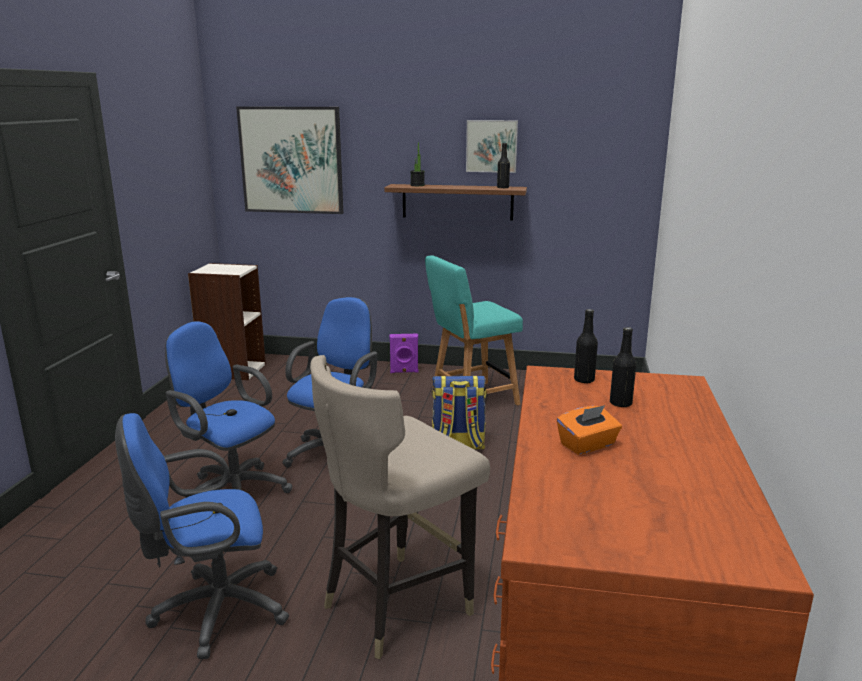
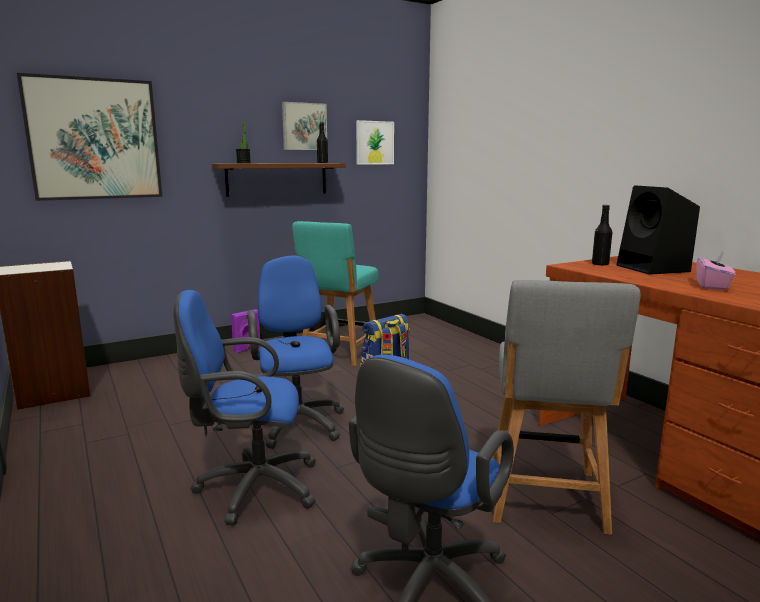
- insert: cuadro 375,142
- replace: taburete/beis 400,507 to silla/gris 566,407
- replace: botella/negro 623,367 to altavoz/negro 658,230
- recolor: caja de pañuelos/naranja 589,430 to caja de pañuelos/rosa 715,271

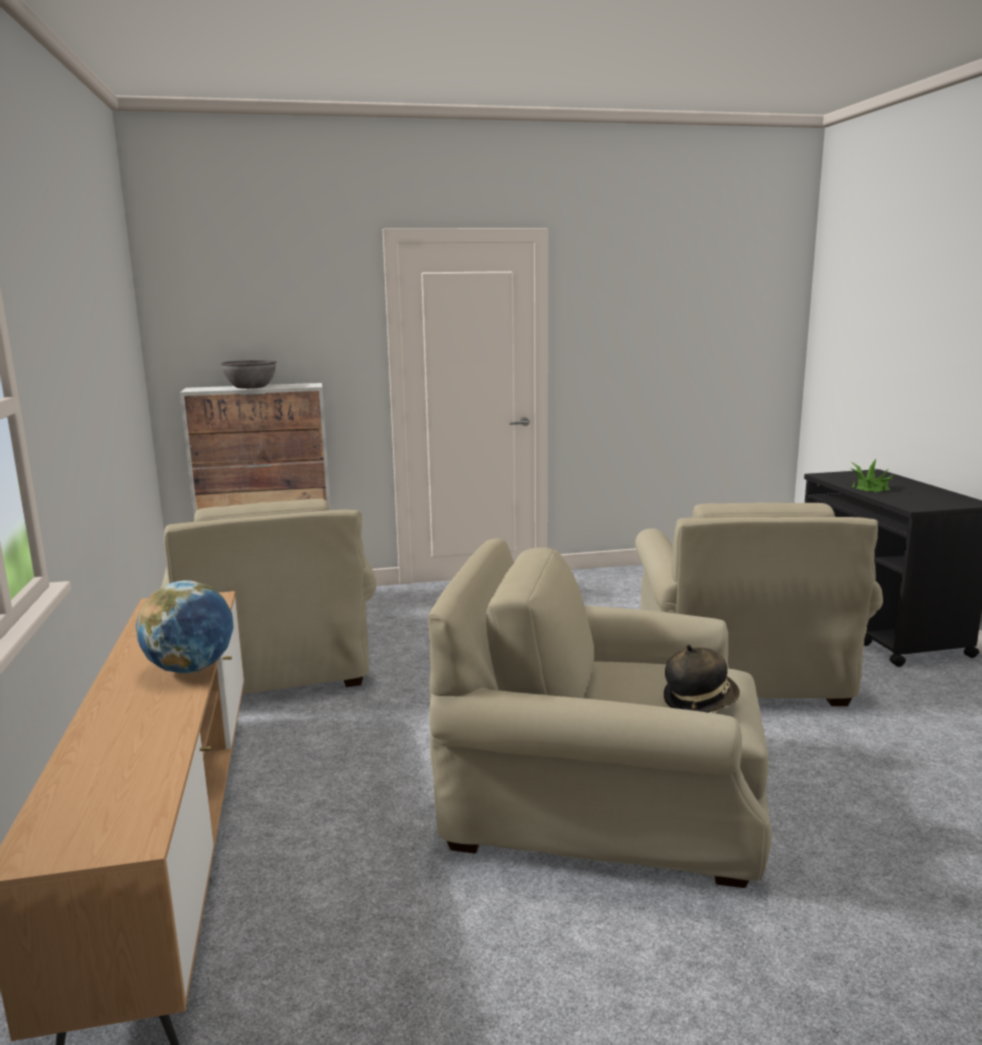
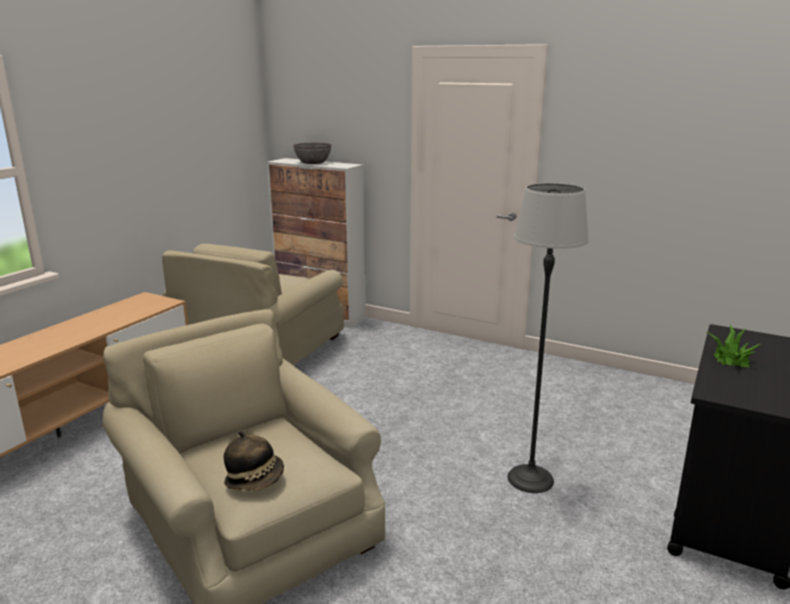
- delete: globo terráqueo 185,626
- replace: sillón/beis 759,604 to lámpara de pie 548,338

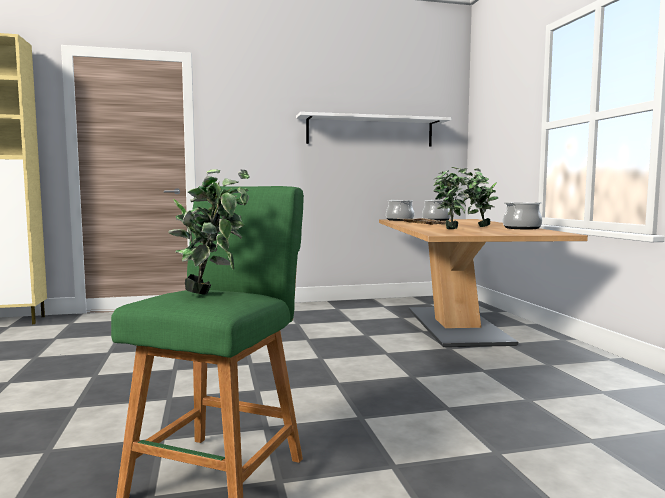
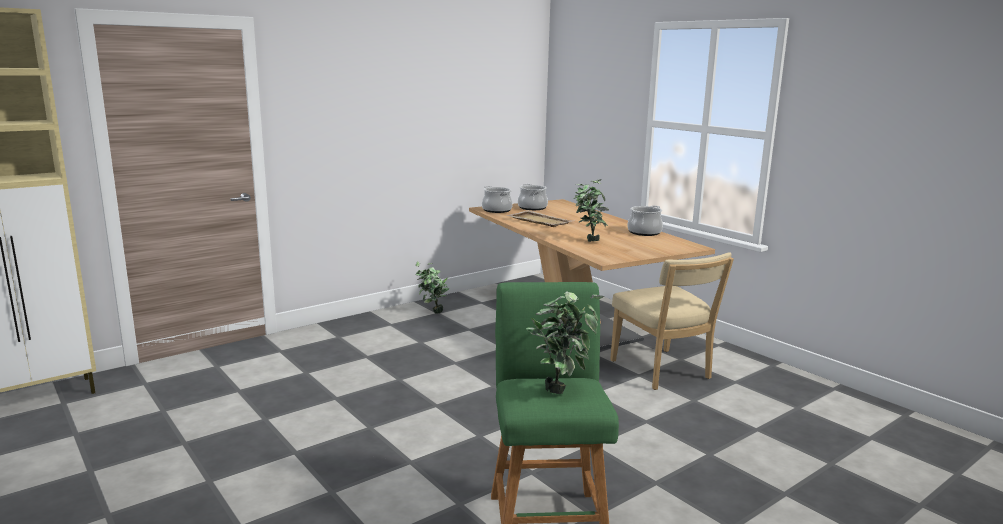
- delete: estante/blanco 373,129
- insert: silla/beis 672,321
- move: planta en maceta 479,197 to 432,287

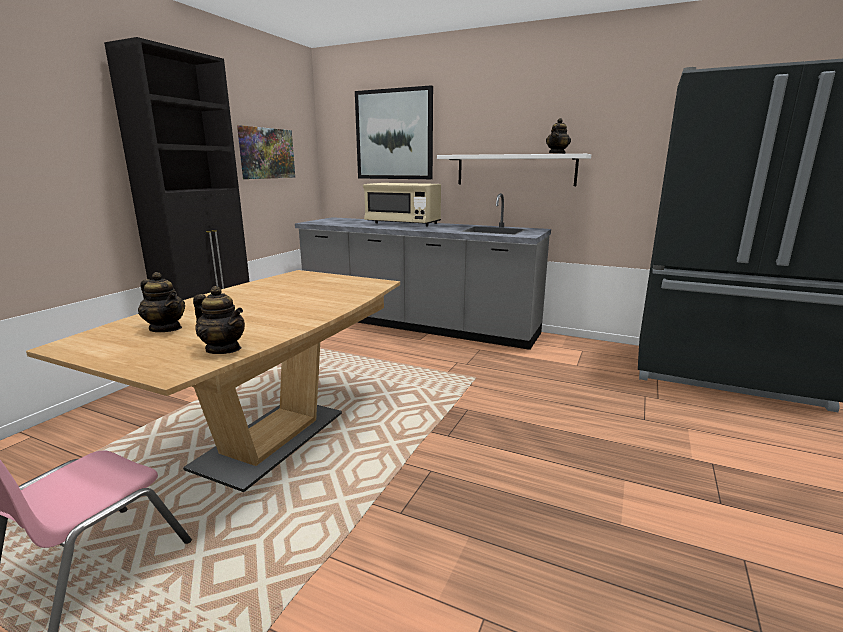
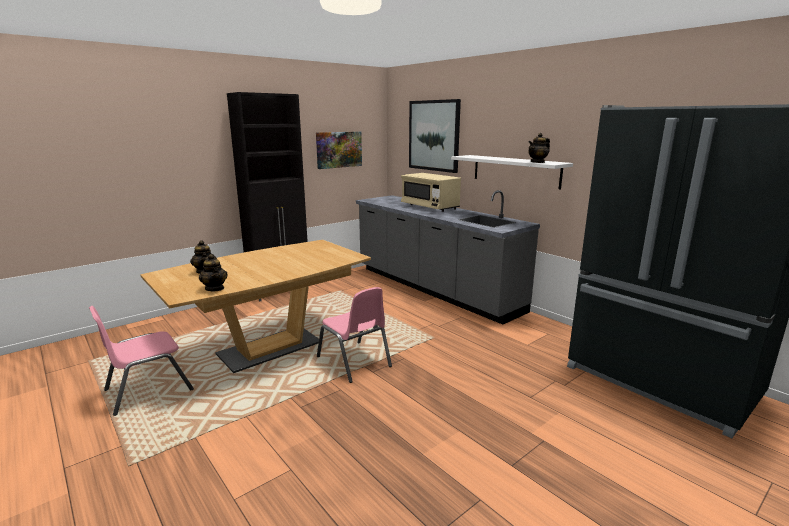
- insert: silla/rosa 354,335

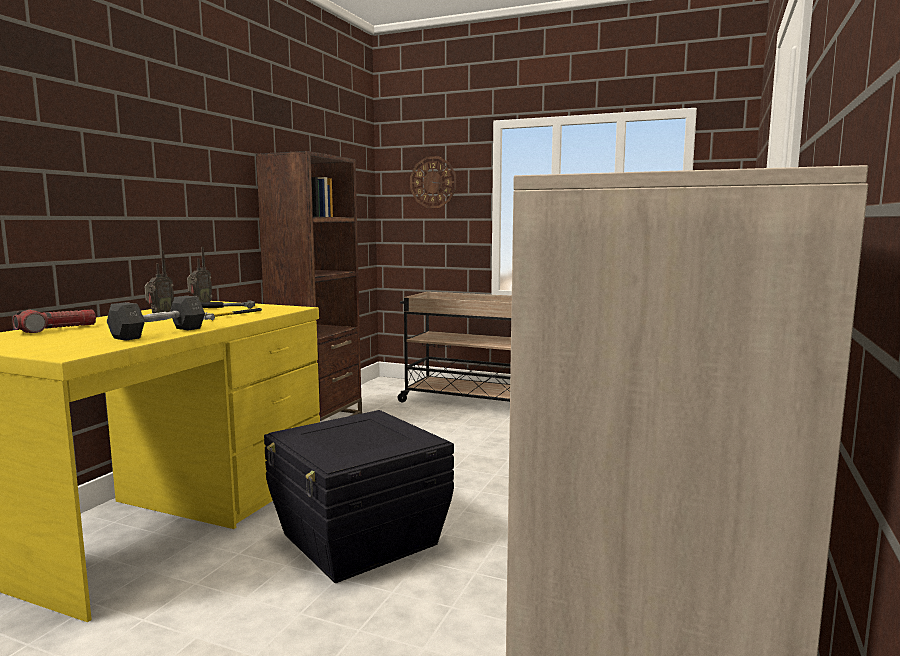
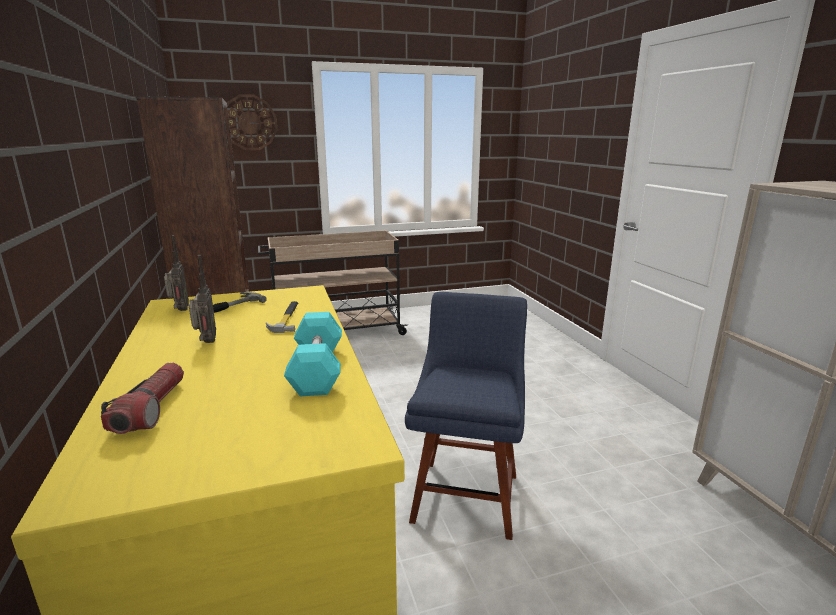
- replace: caja de almacenaje/negro 359,496 to silla/azul 466,416
- recolor: mancuerna/gris 156,318 to mancuerna/turquesa 313,354

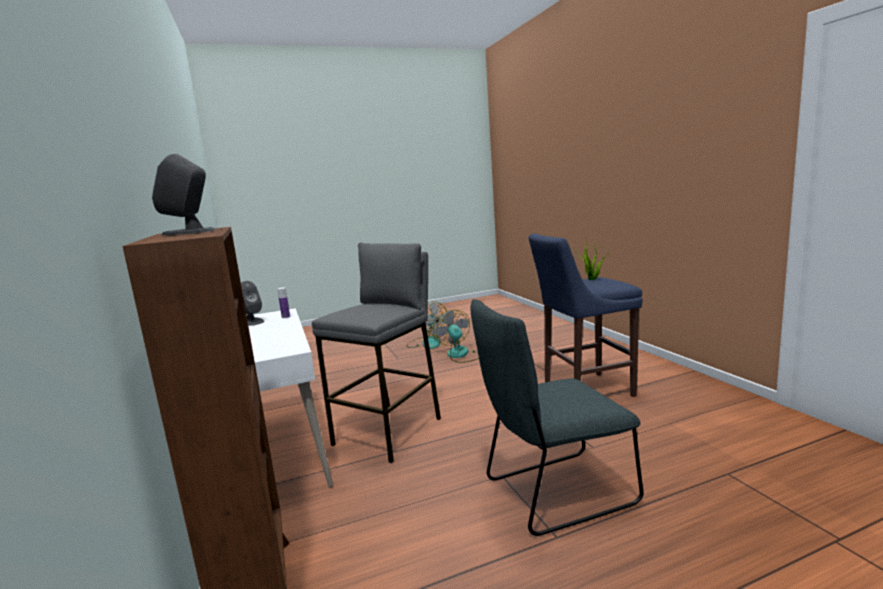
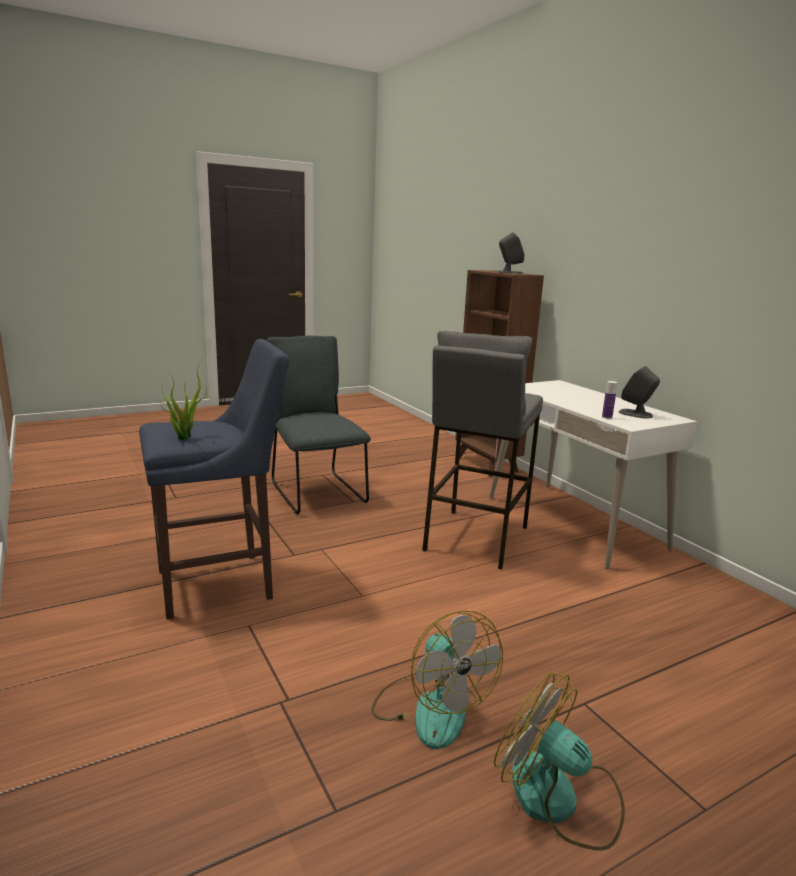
- rotate: silla/gris 556,417 = 319,425 90 degrees counterclockwise

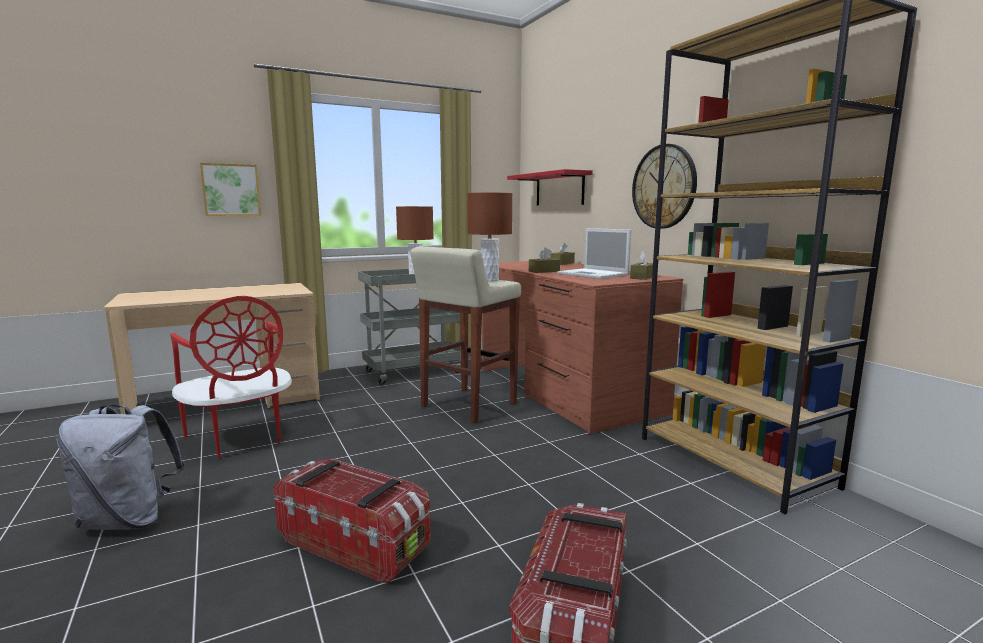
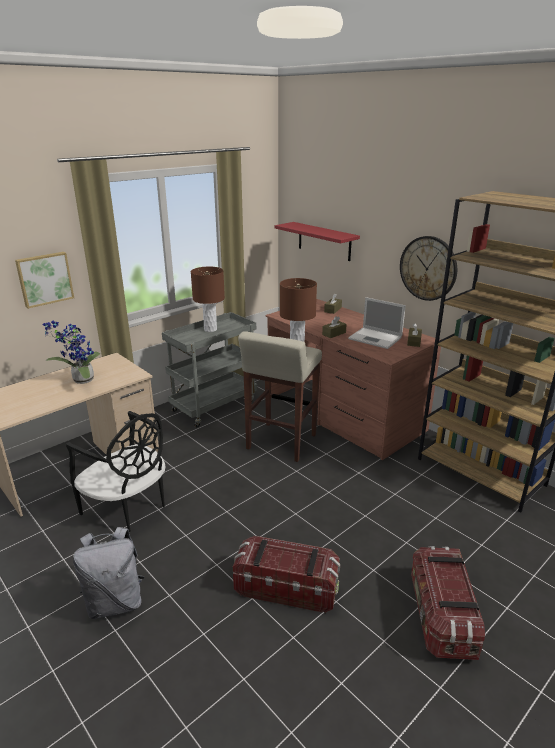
- insert: planta en maceta 71,352
- recolor: silla/rojo 231,377 to silla/negro 116,471

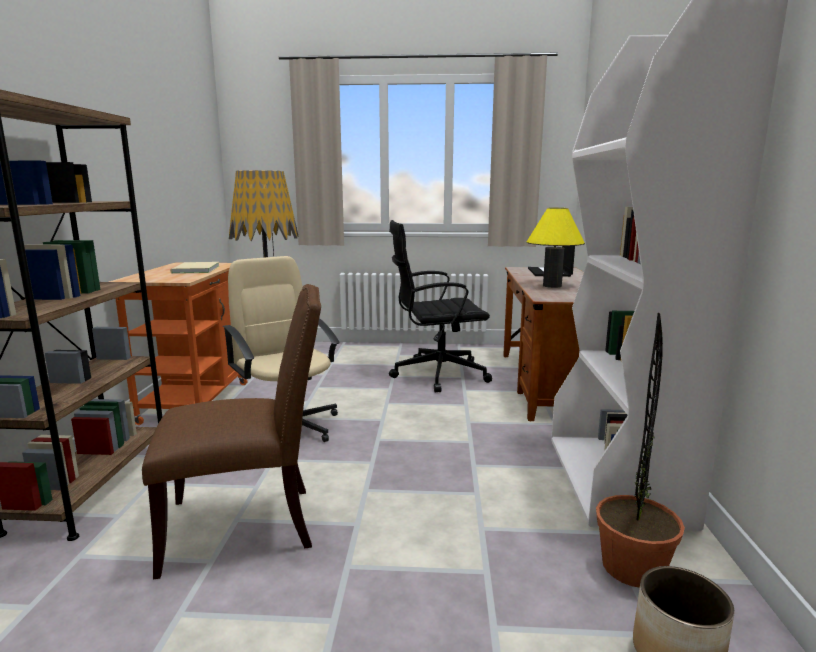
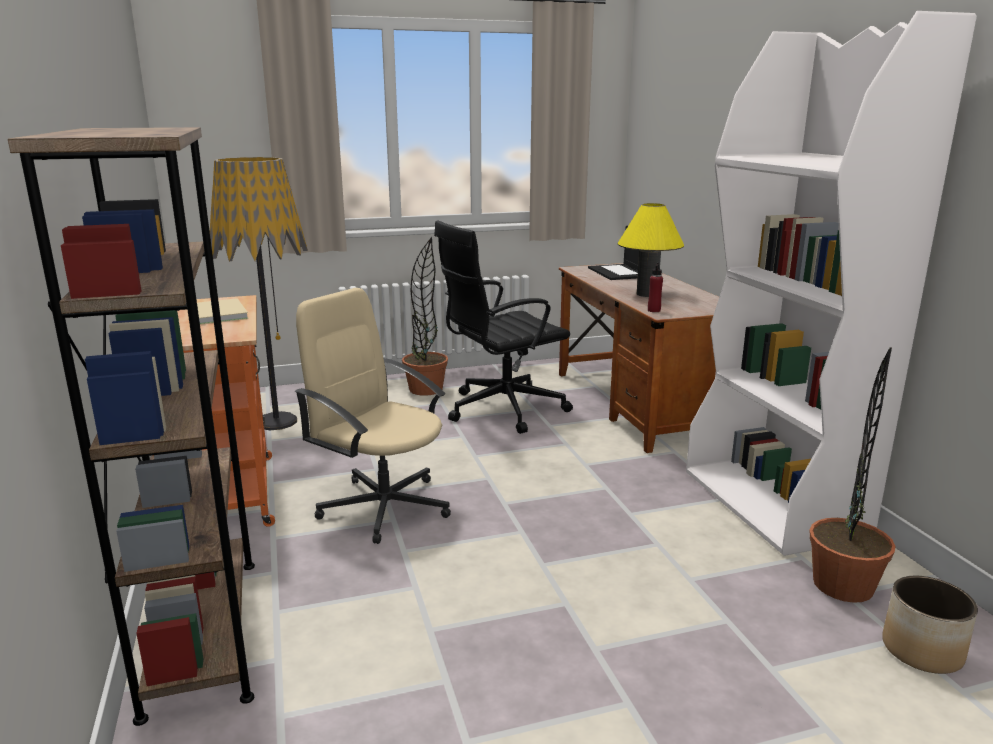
- delete: silla/marrón 231,432
- insert: planta en maceta 425,316
- insert: botella/rojo 655,287

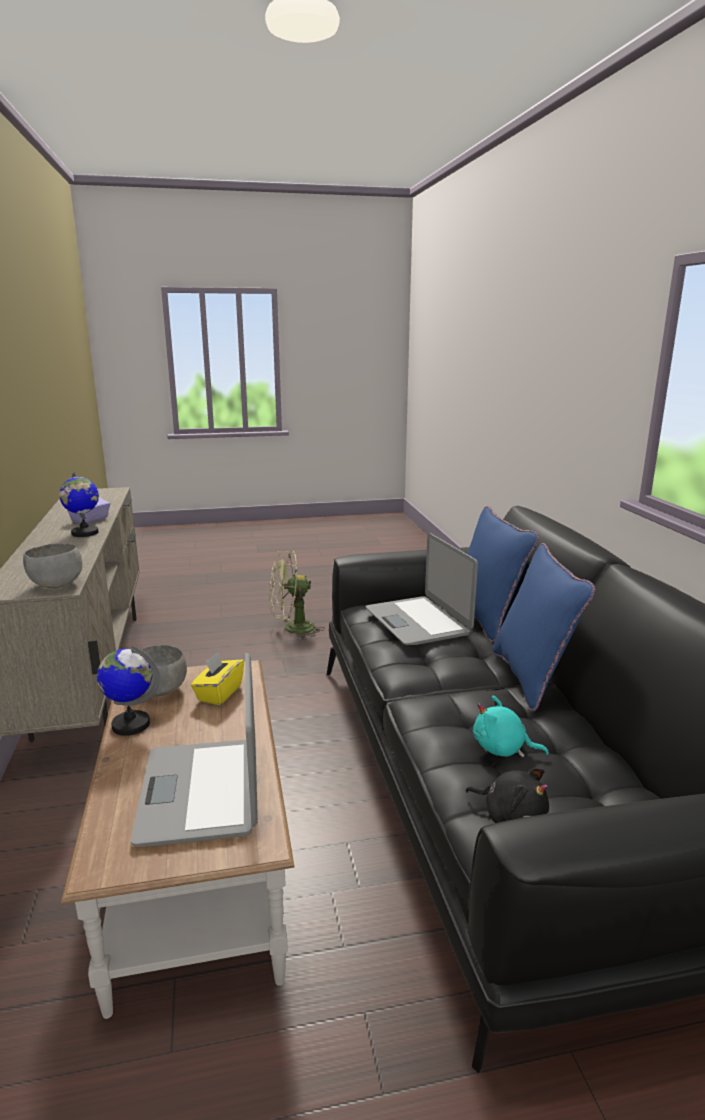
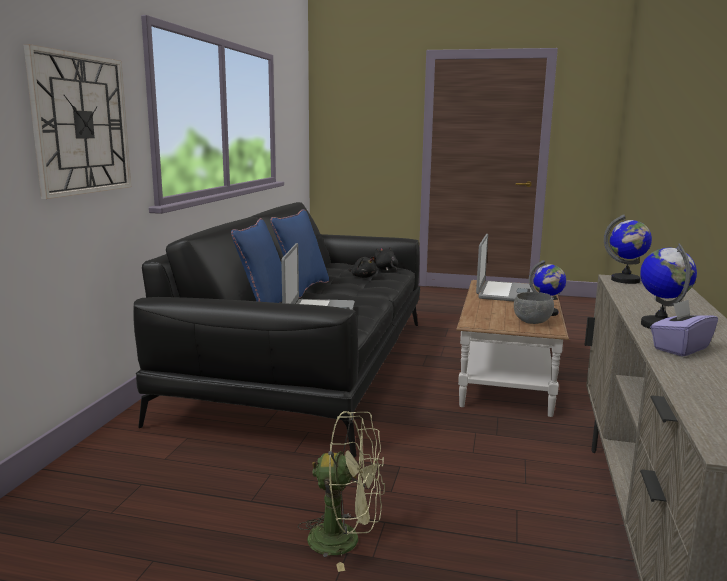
- delete: caja de pañuelos/amarillo 217,678
- insert: reloj de pared 77,121
- replace: cuenco/gris 52,565 to globo terráqueo 628,249
- recolor: peluche/turquesa 511,727 to peluche/negro 363,267

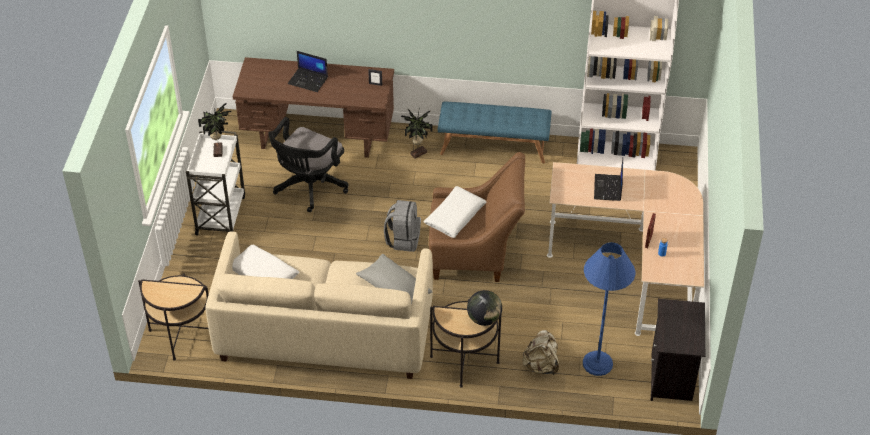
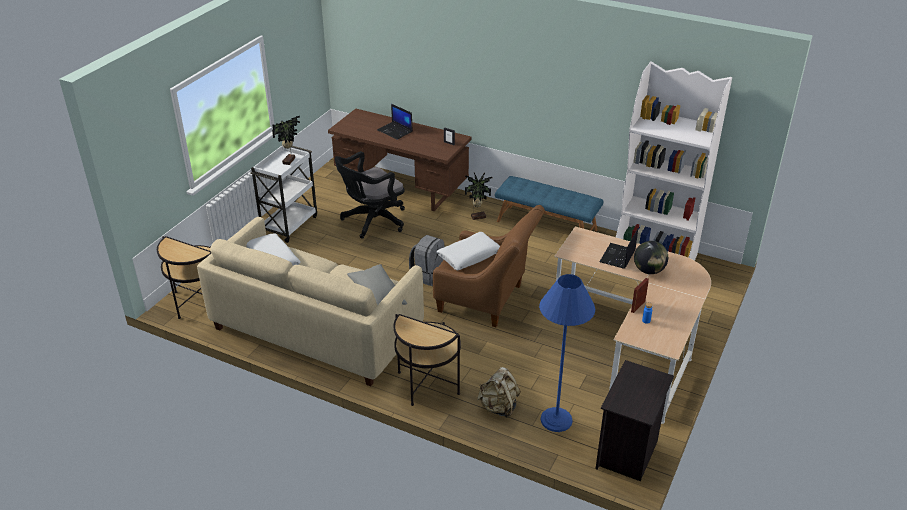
- move: globo terráqueo 484,308 to 651,257

